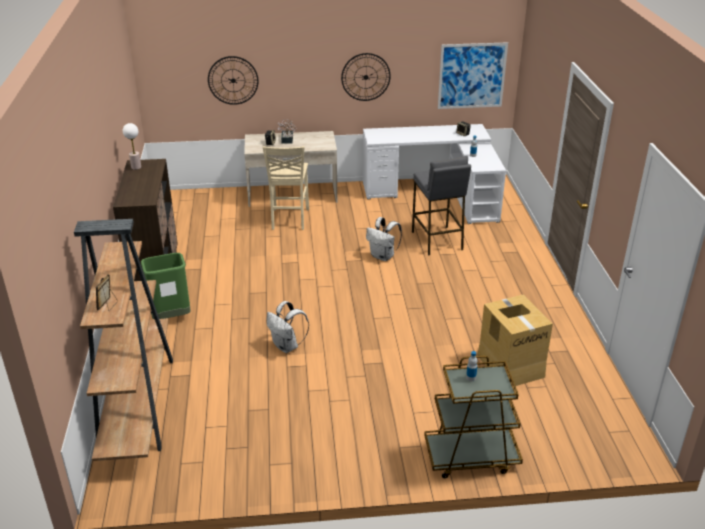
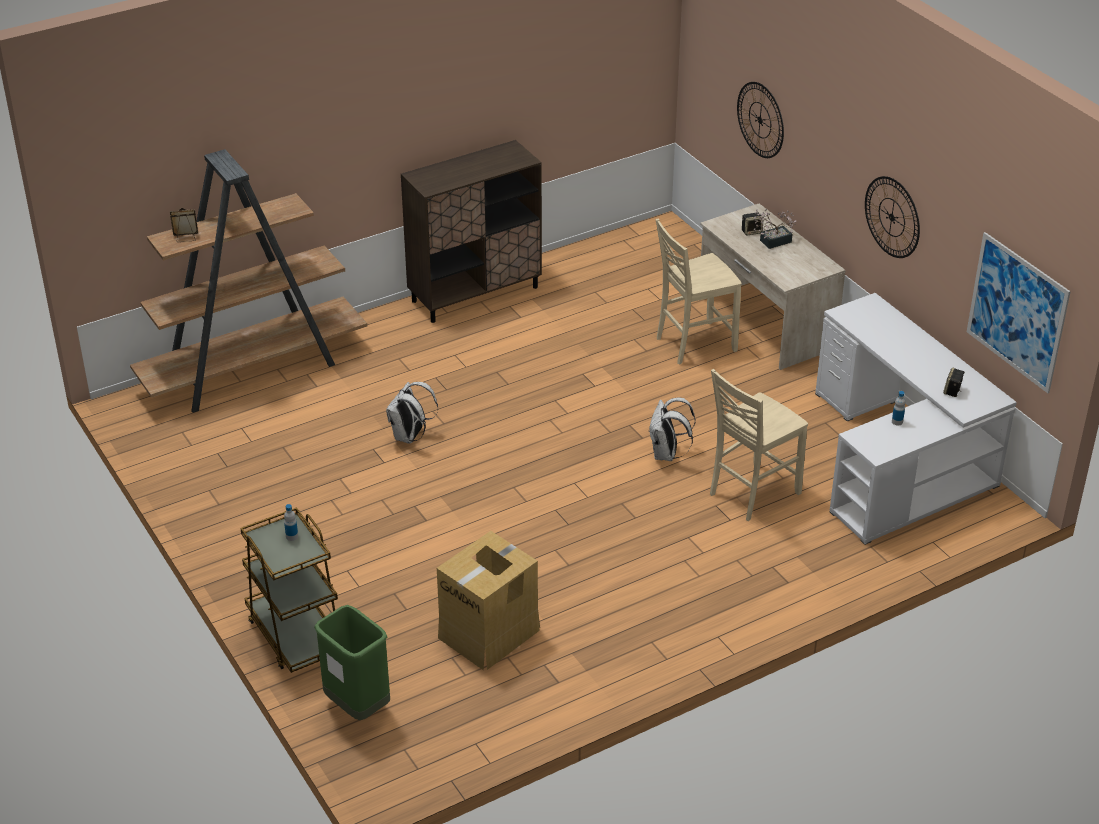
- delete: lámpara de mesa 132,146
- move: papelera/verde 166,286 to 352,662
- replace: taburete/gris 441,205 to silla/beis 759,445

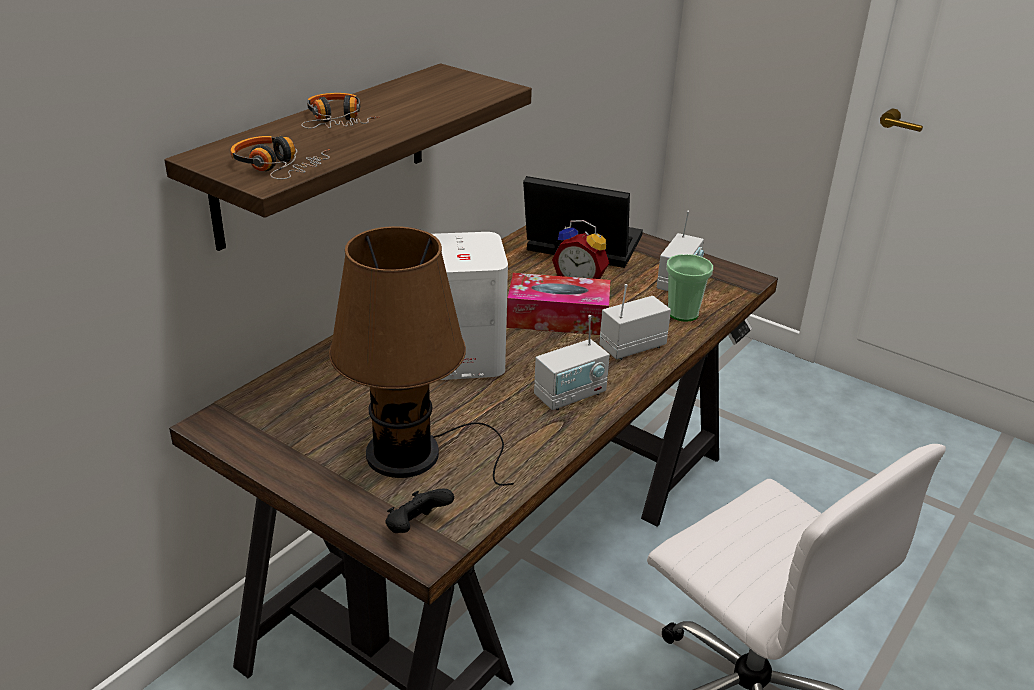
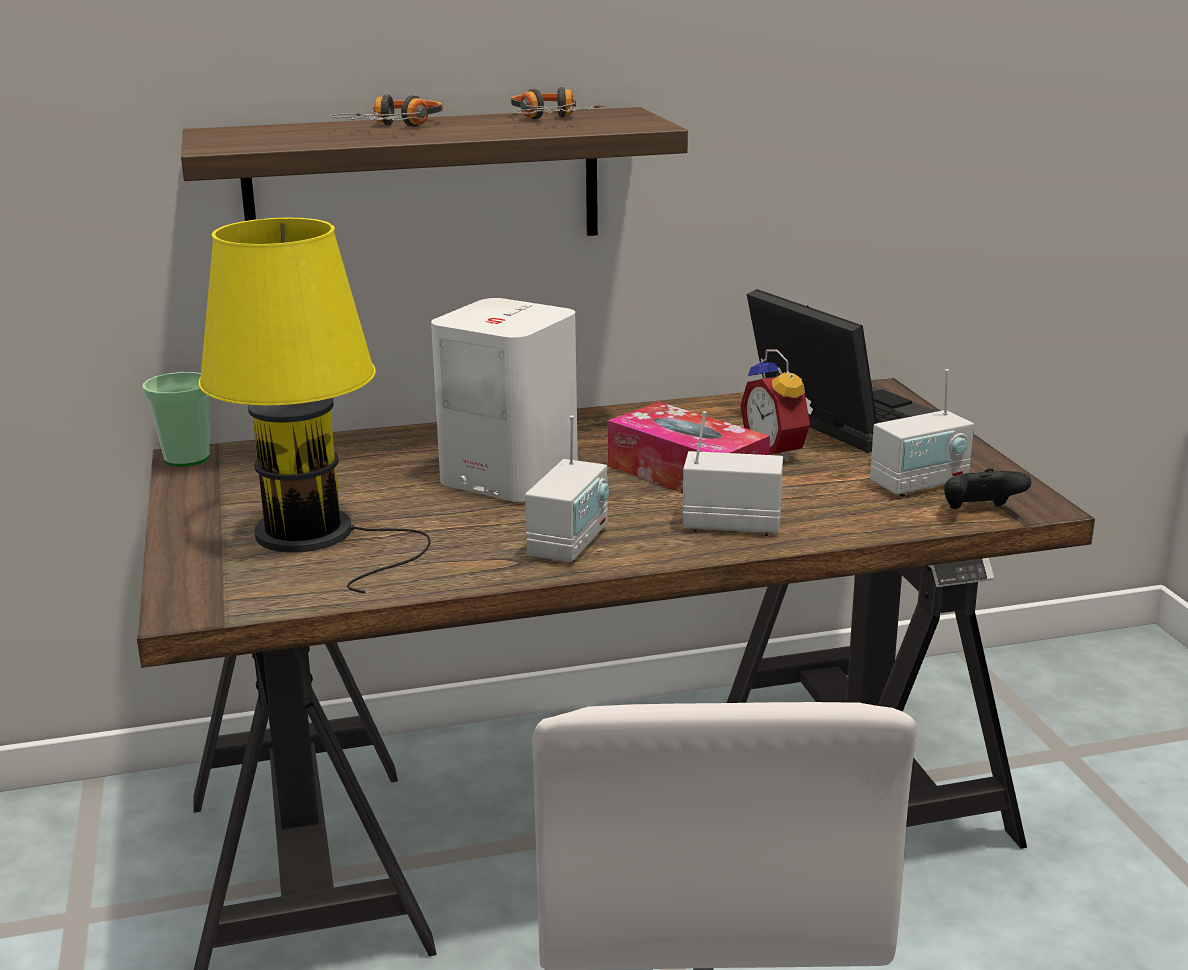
- move: auriculares 280,157 to 558,103
- move: mando de consola/negro 419,511 to 987,488
- move: taza 689,288 to 176,419
- recolor: lámpara de mesa/marrón 421,356 to lámpara de mesa/amarillo 314,405
- rotate: radio 572,362 = 567,488 75 degrees counterclockwise

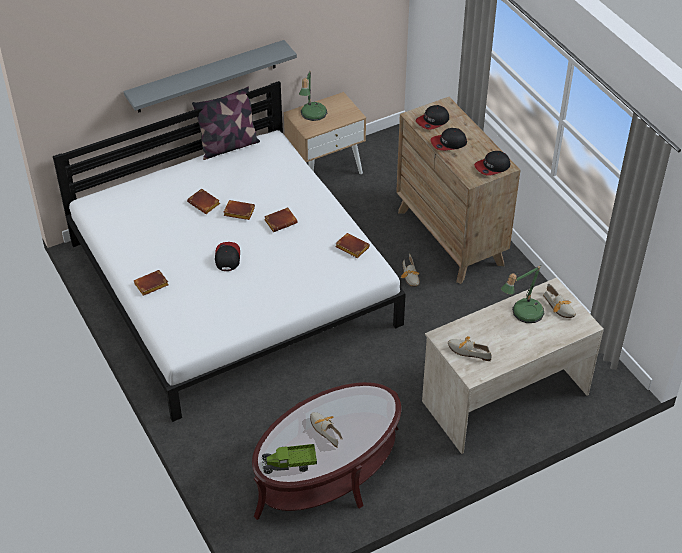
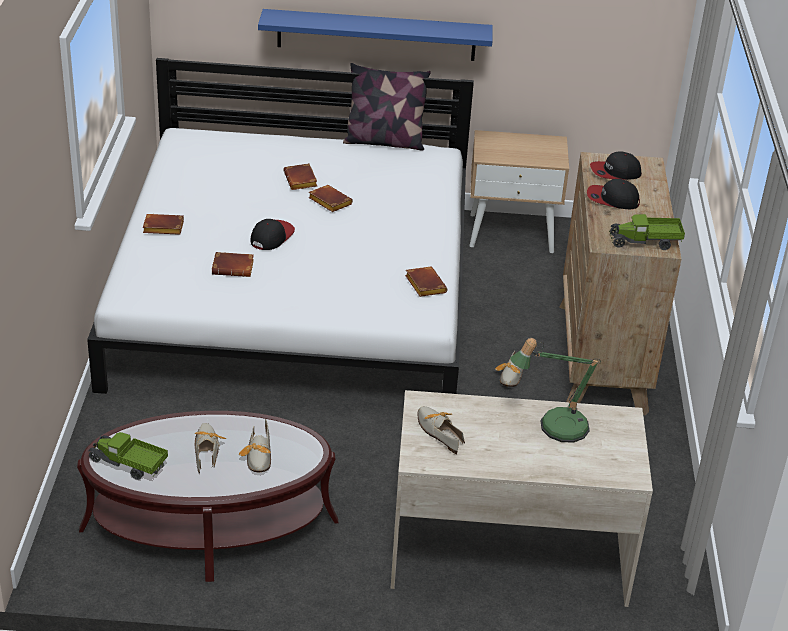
- delete: lámpara de mesa 313,96
- move: libro/marrón 280,219 to 233,264
- move: zapato 559,300 to 255,445
- replace: gorra 492,163 to camión de juguete 647,232
- recolor: estante/gris 210,76 to estante/azul 375,35

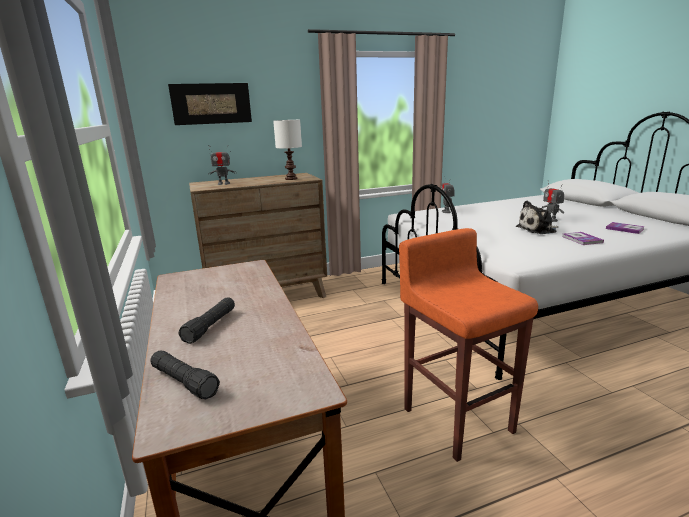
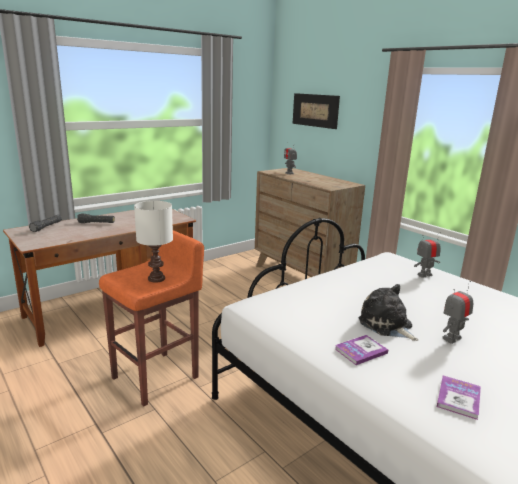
- move: lámpara de mesa/blanco 287,150 to 153,242

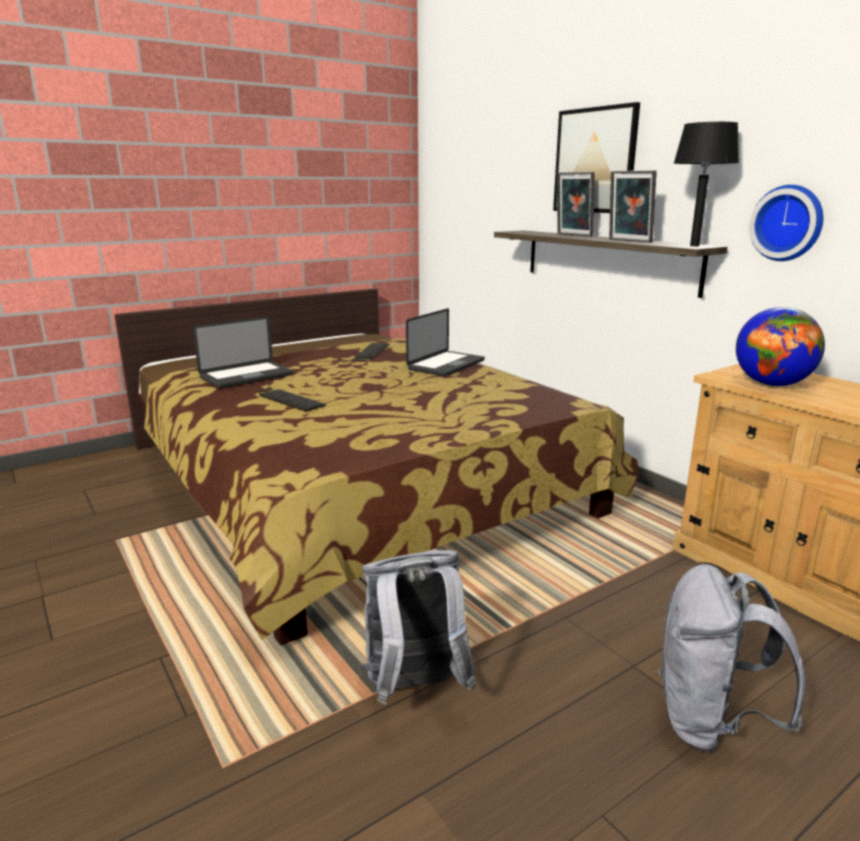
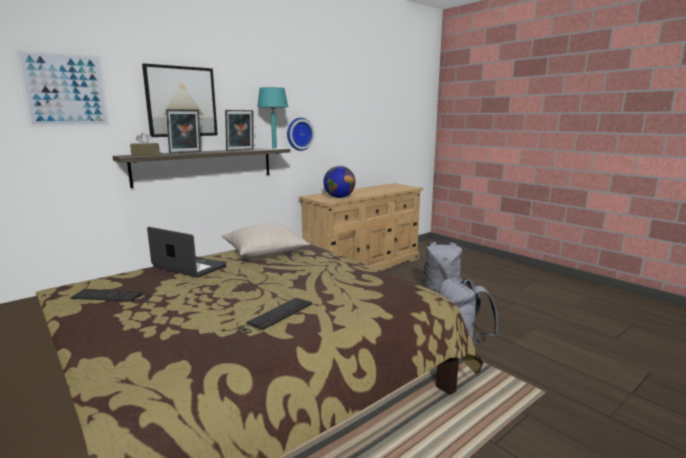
- delete: portátil 243,353
- insert: cuadro 63,88
- insert: caja de pañuelos/marrón 145,144
- insert: cojín/beis 266,241
- recolor: lámpara de mesa/negro 706,184 to lámpara de mesa/turquesa 272,118

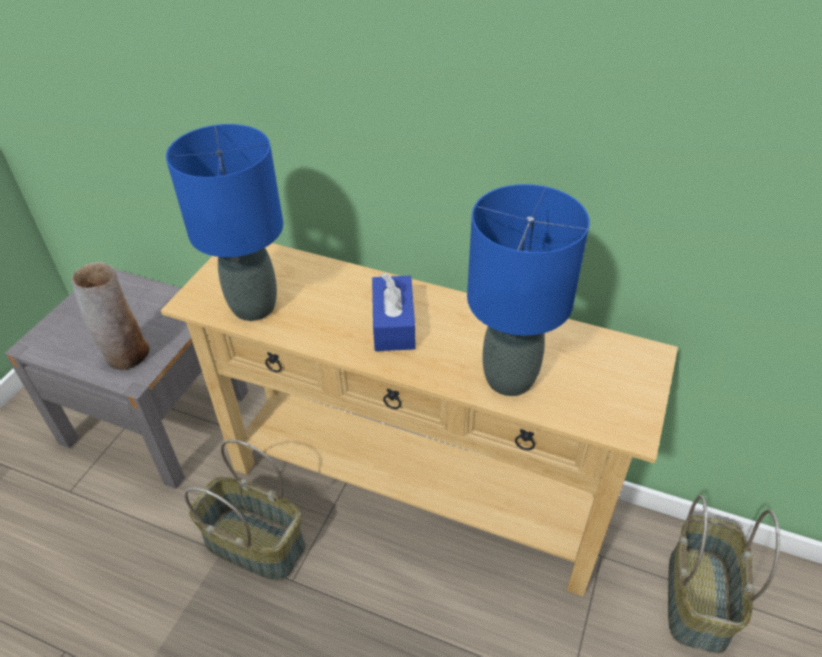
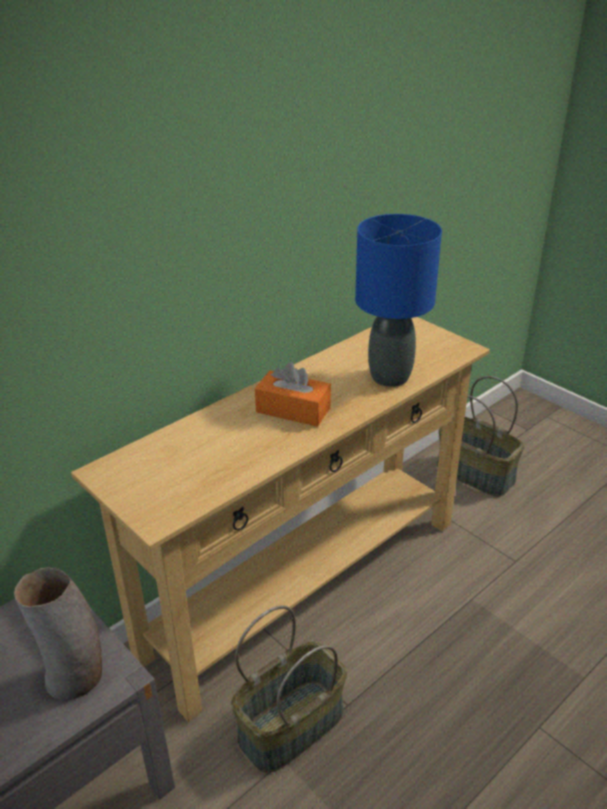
- delete: lámpara de mesa/azul 224,222
- recolor: caja de pañuelos/azul 393,312 to caja de pañuelos/naranja 293,394

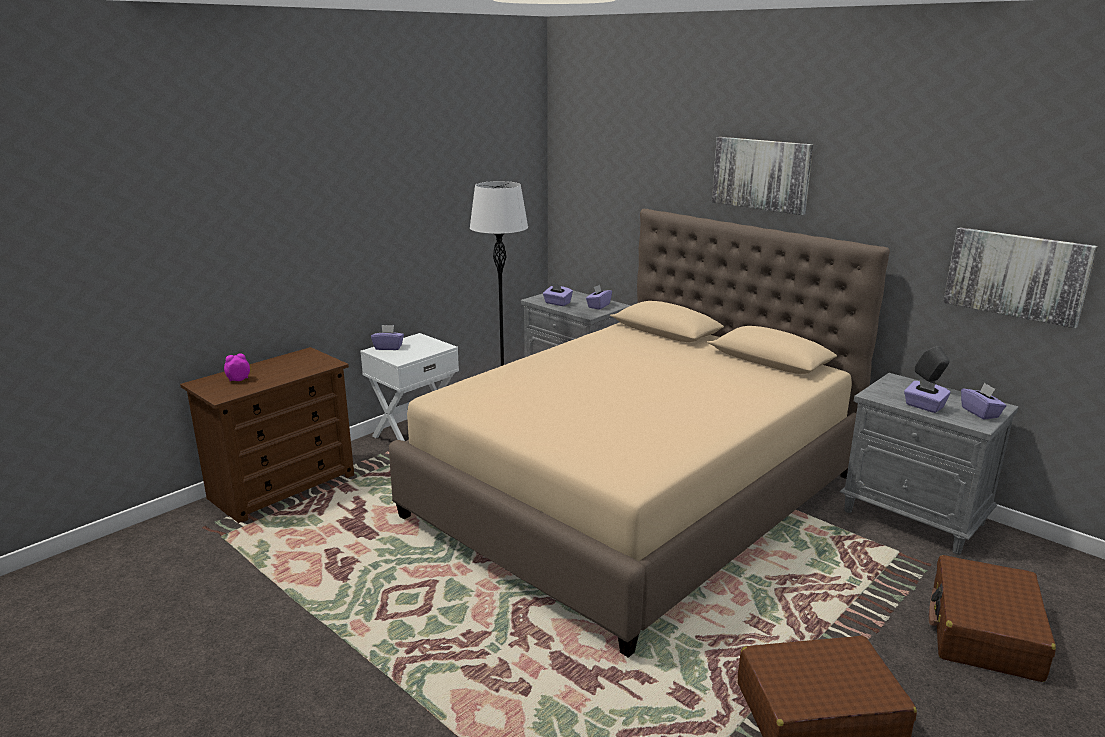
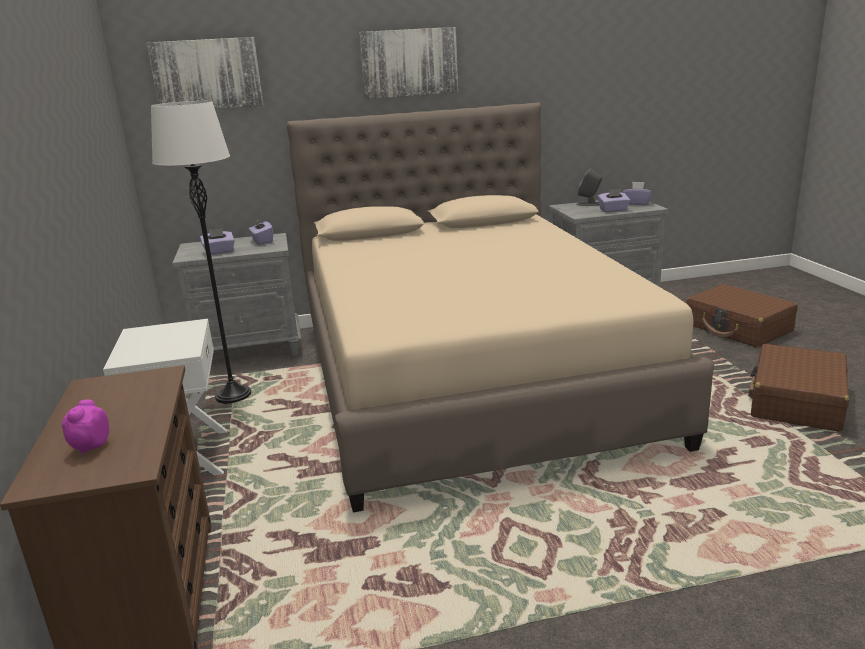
- delete: caja de pañuelos/morado 387,337
- move: cuadro 1020,277 to 205,73

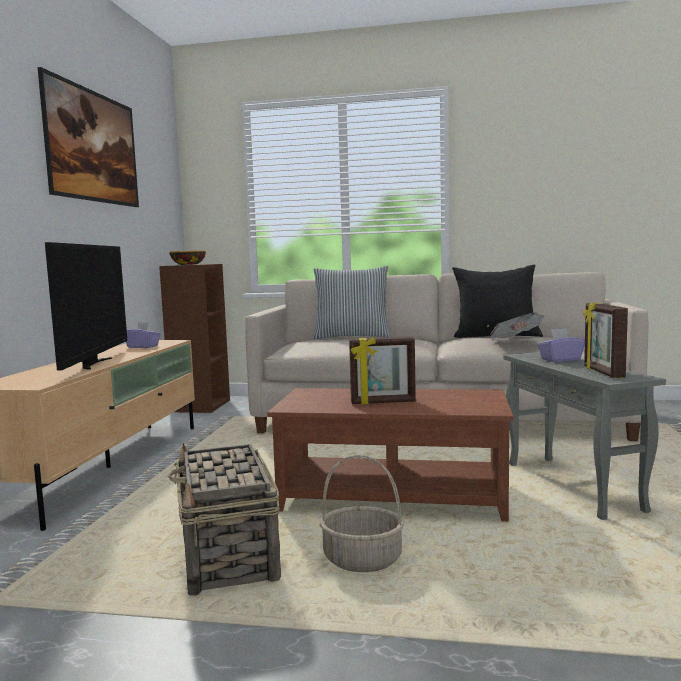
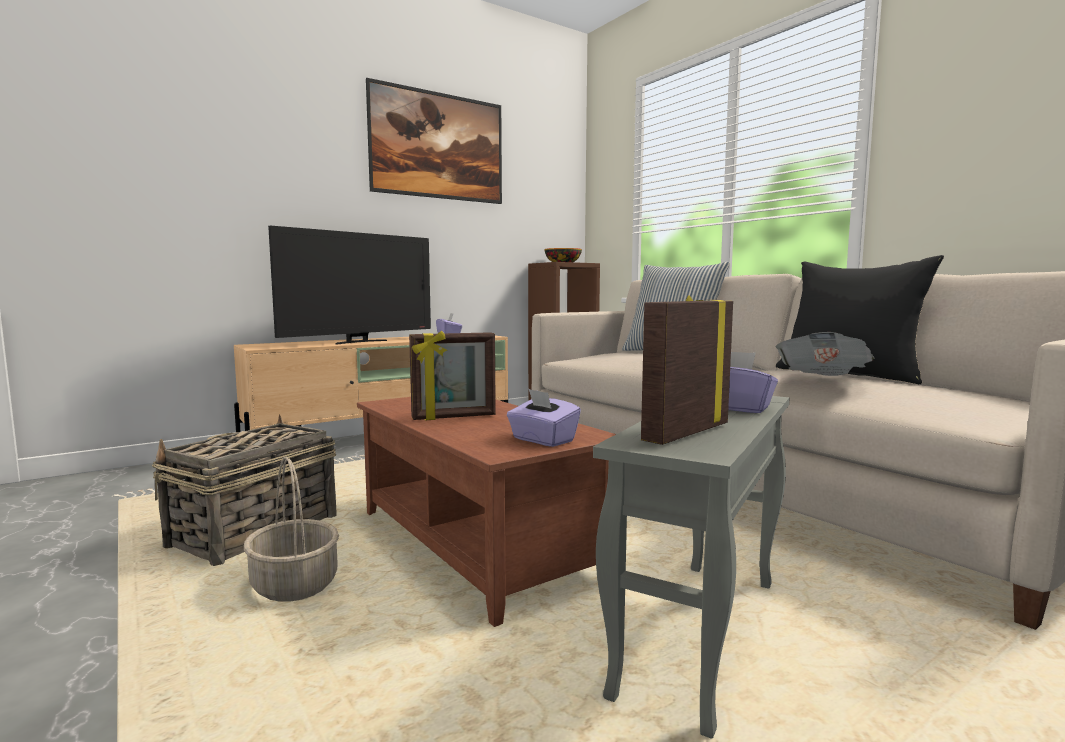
- insert: caja de pañuelos/morado 544,418
- rotate: portarretratos 382,371 = 452,375 60 degrees counterclockwise

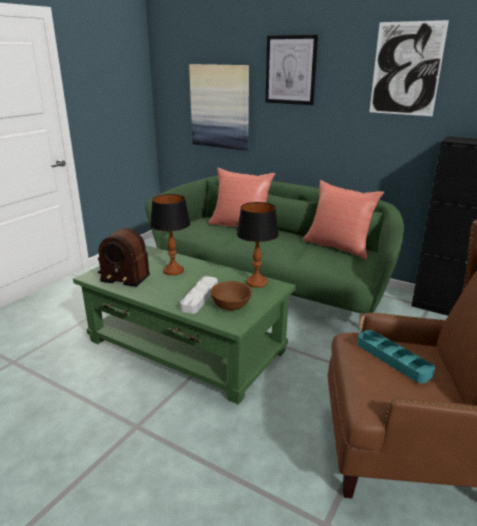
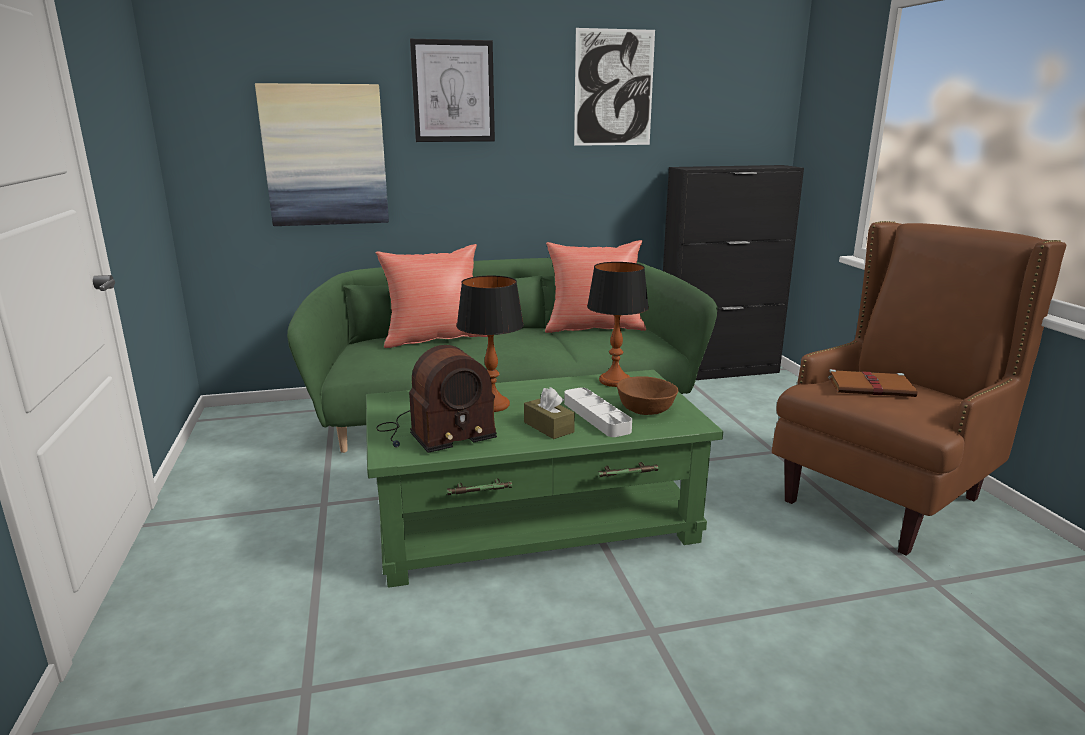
- insert: caja de pañuelos/marrón 549,413
- replace: bandeja/turquesa 396,356 to libro/marrón 872,383

